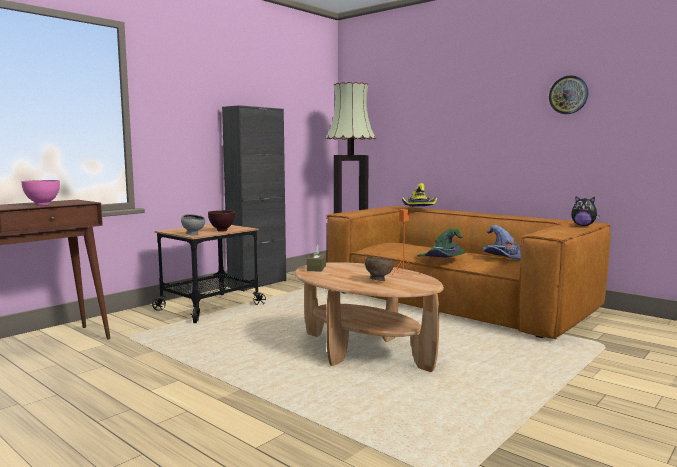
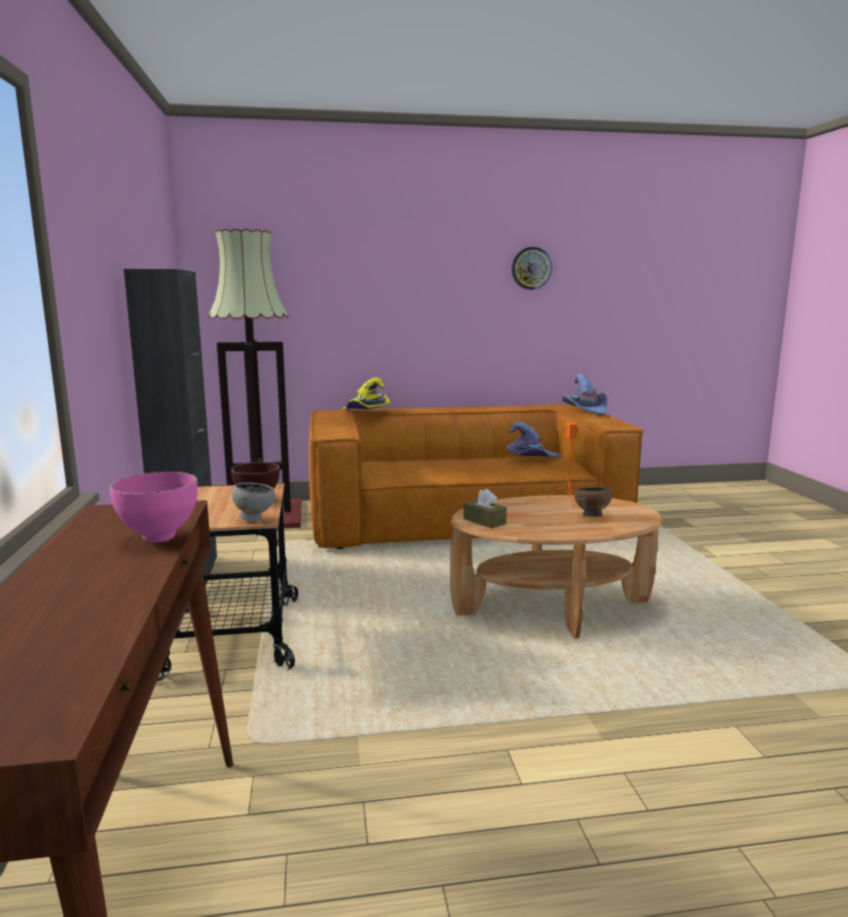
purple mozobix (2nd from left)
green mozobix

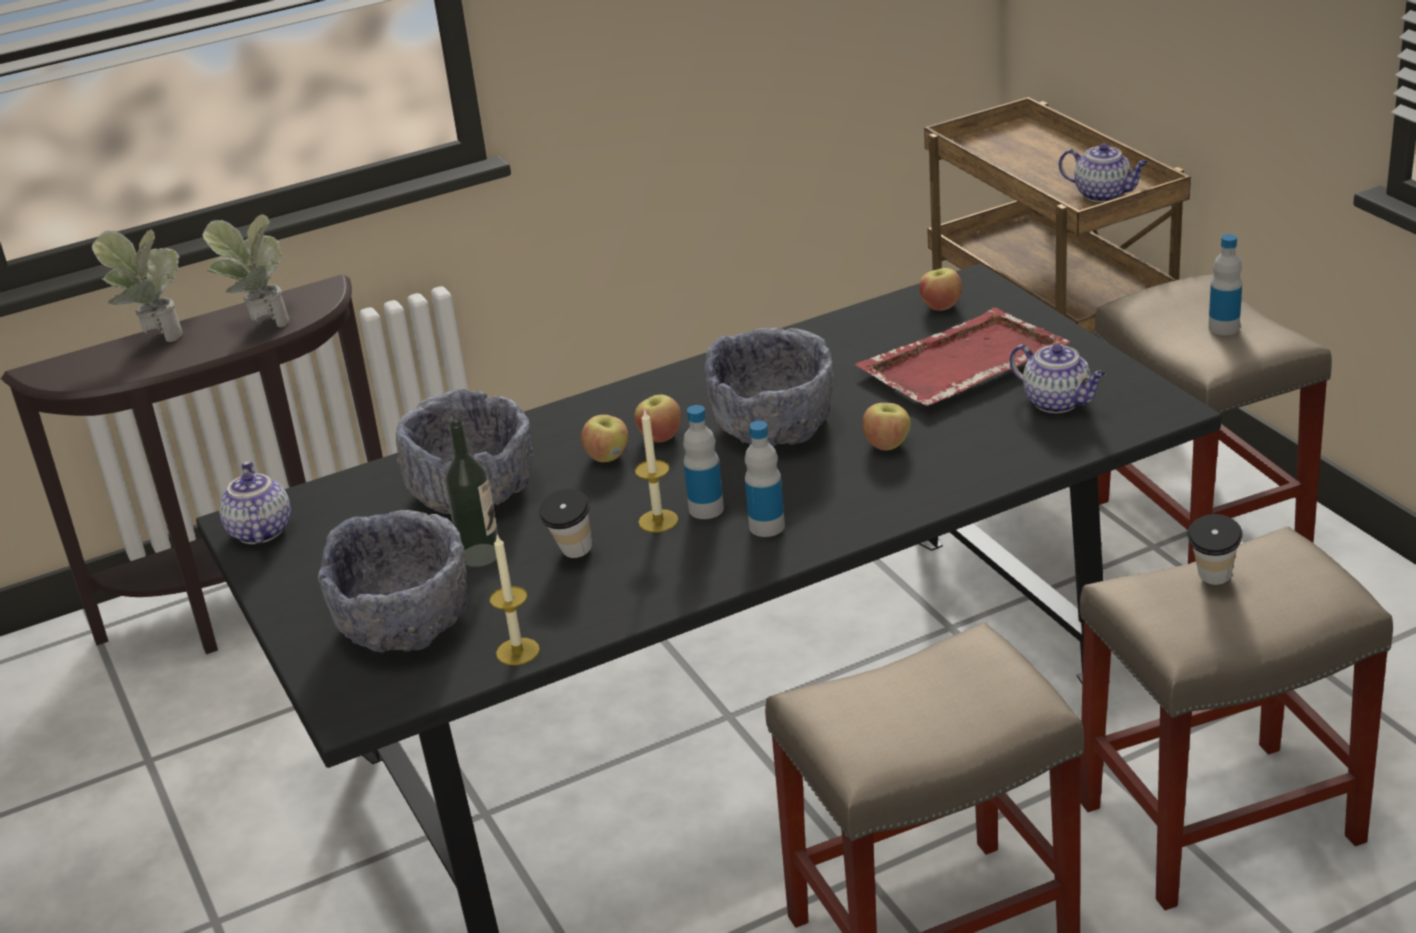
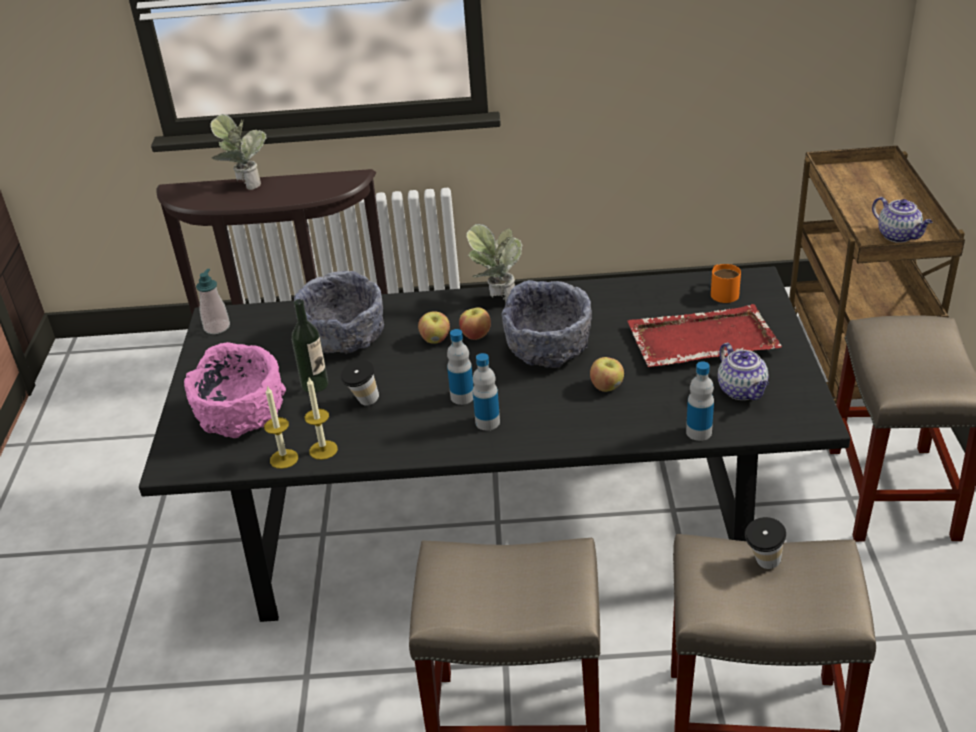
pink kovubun
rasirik
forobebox (2nd from left)
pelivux (2nd from left)
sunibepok (4th from left)
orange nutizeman

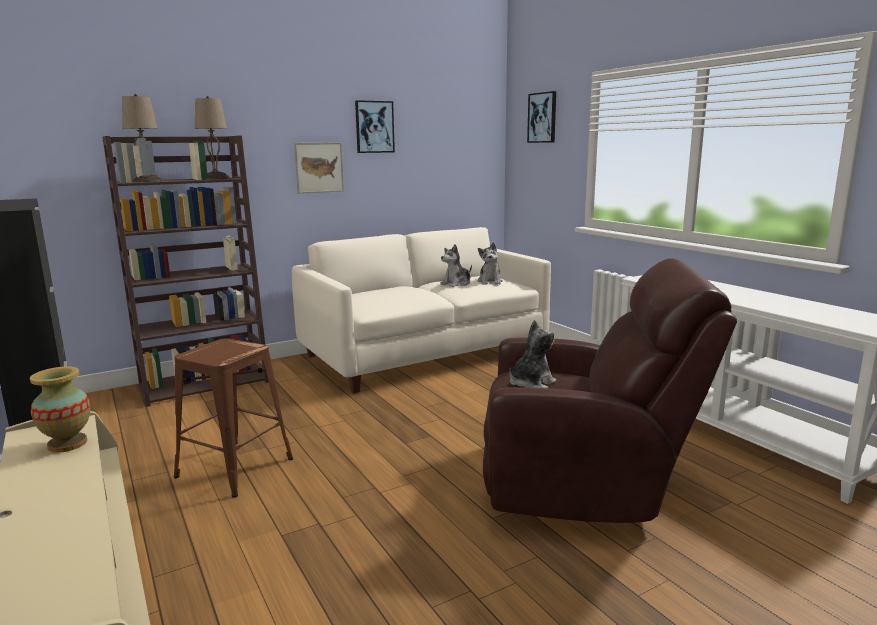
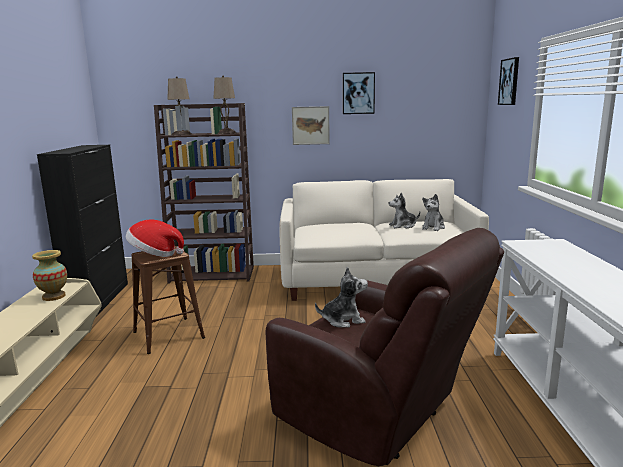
mozobix

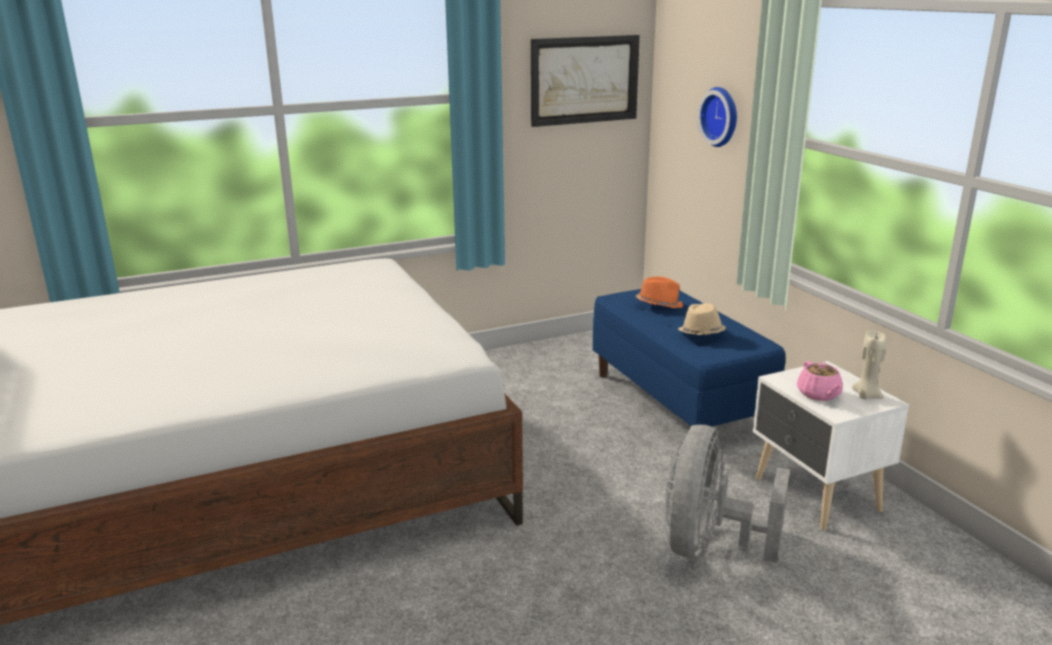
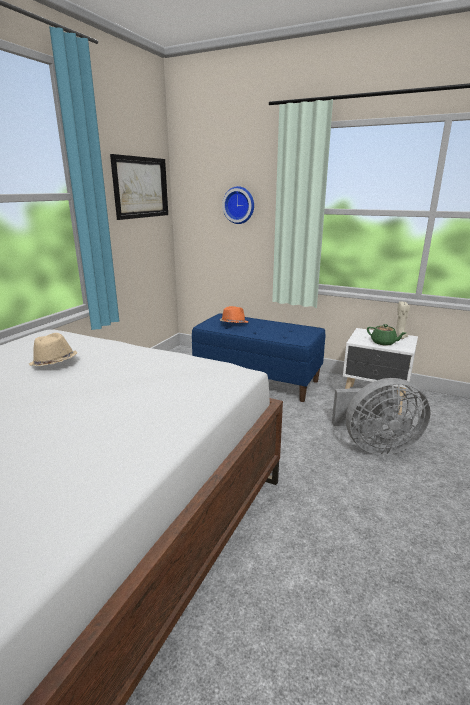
beige mozobix
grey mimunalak
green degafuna

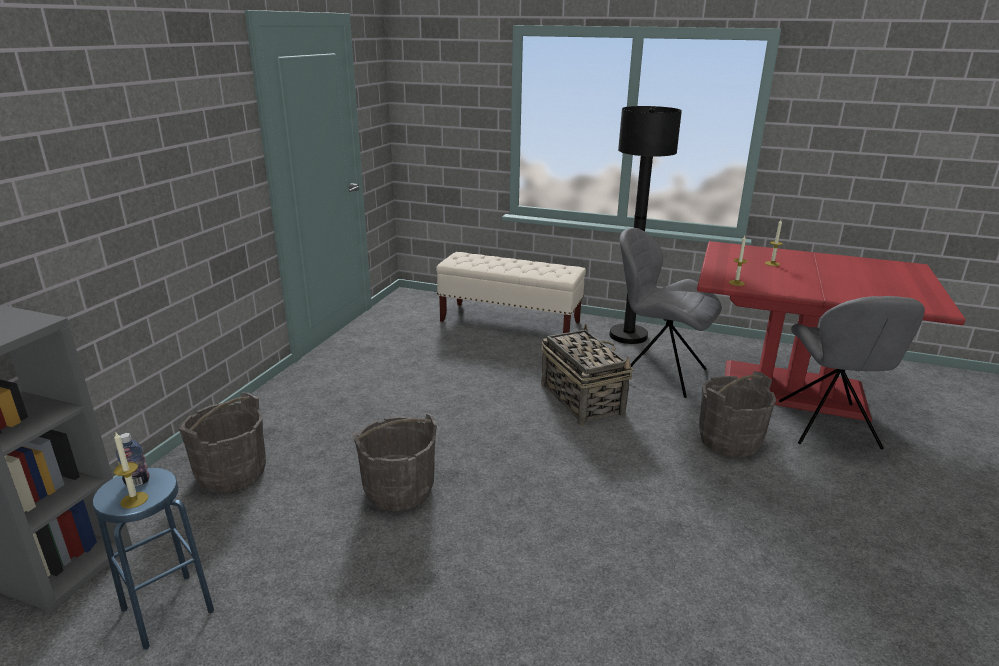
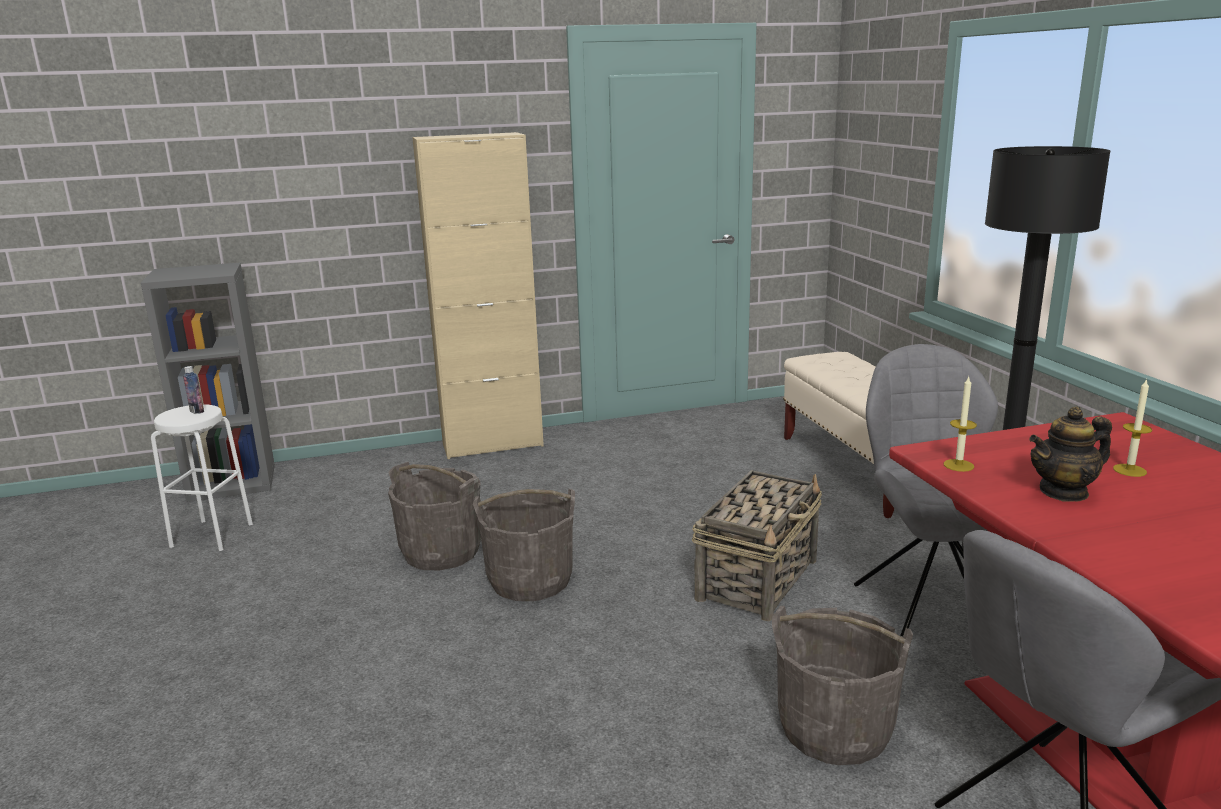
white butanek
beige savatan
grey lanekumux (2nd from left)
degafuna
forobebox (1st from left in the first image)

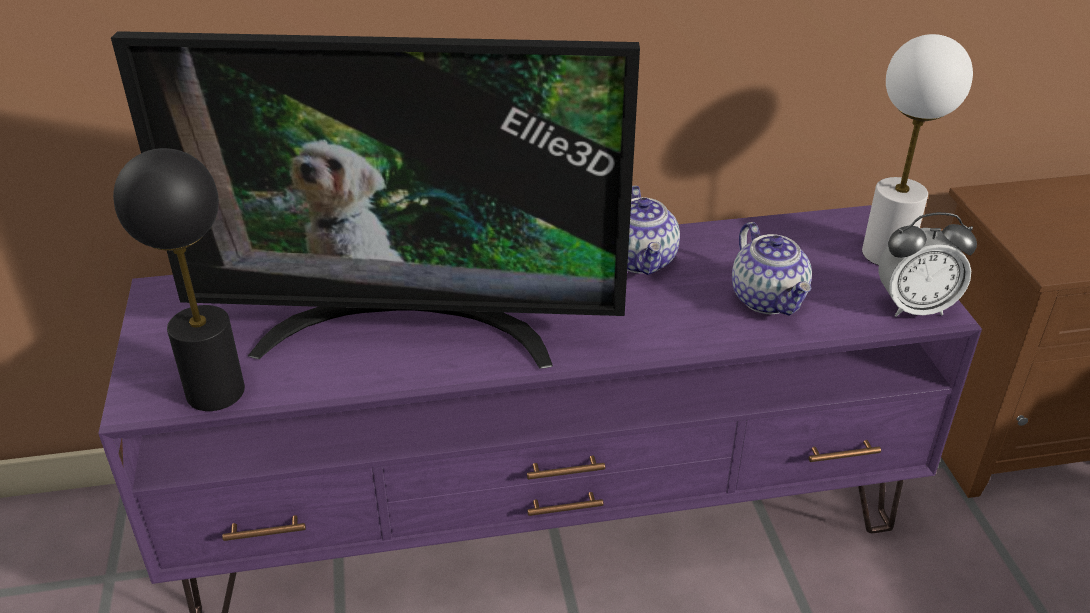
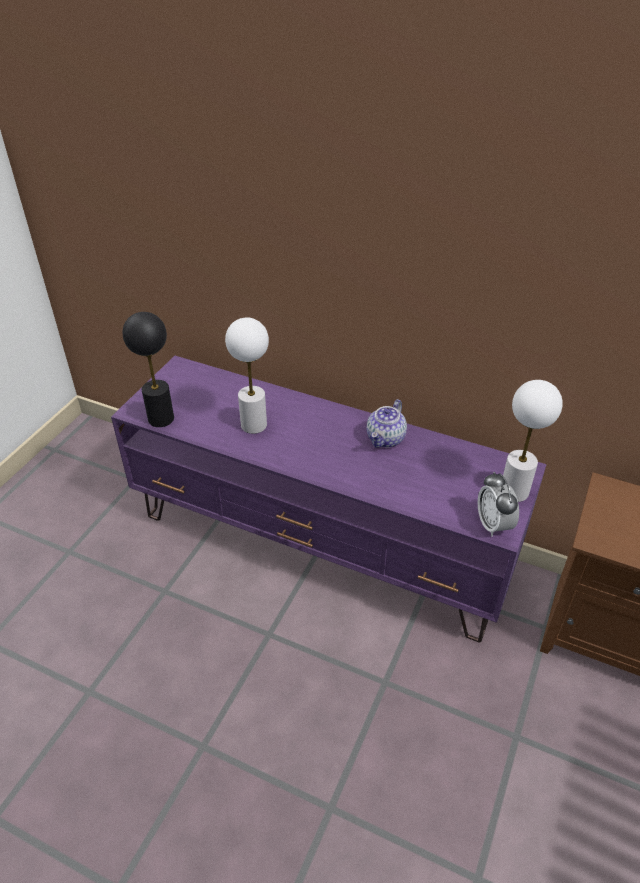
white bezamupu (1st from left)
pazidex
degafuna (2nd from left in the first image)

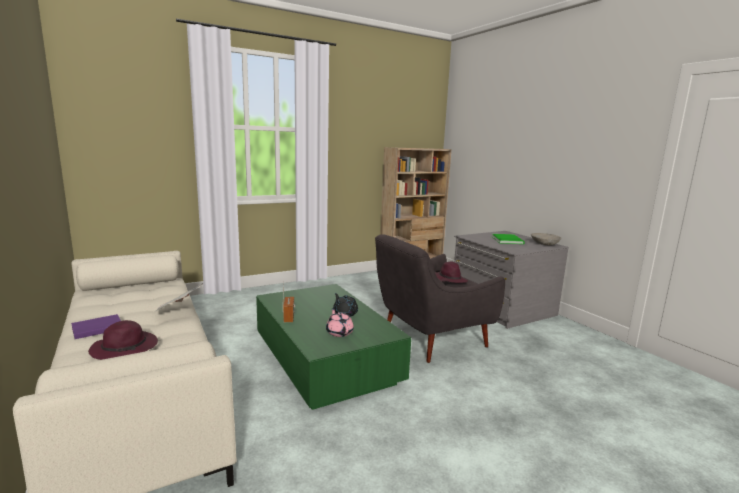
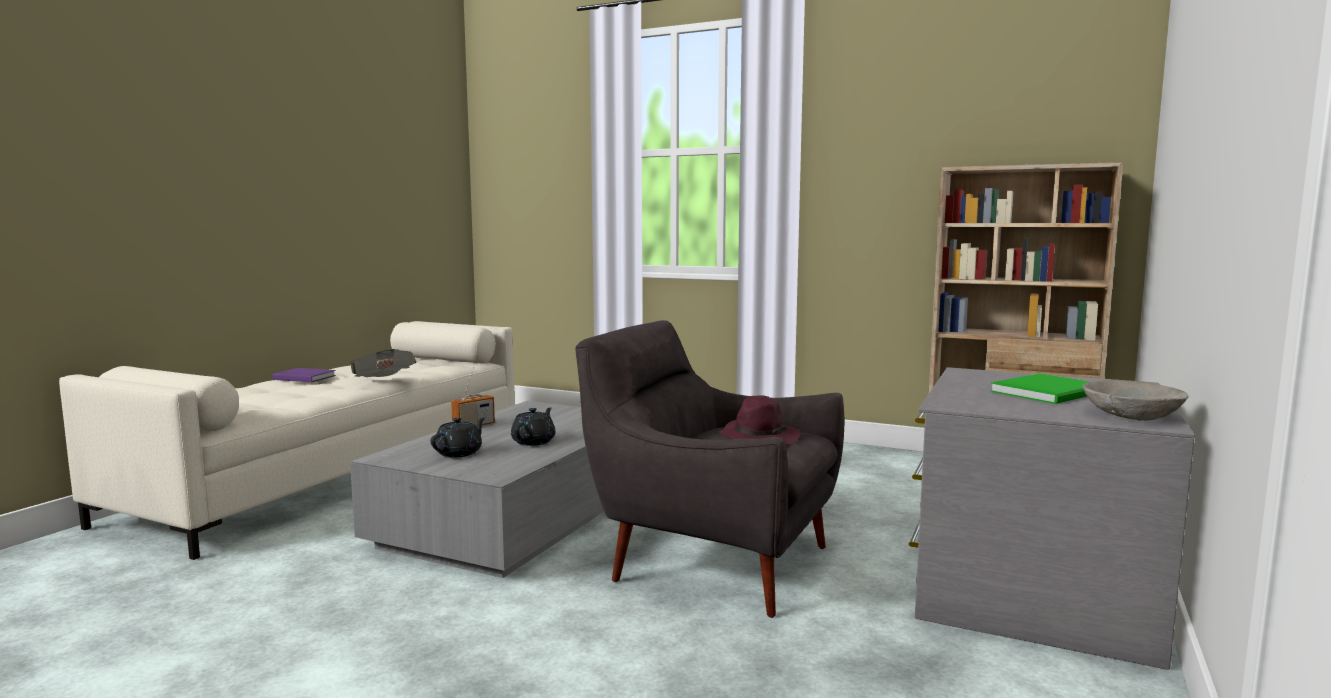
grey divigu
black degafuna (1st from left)
purple mozobix (1st from left in the first image)

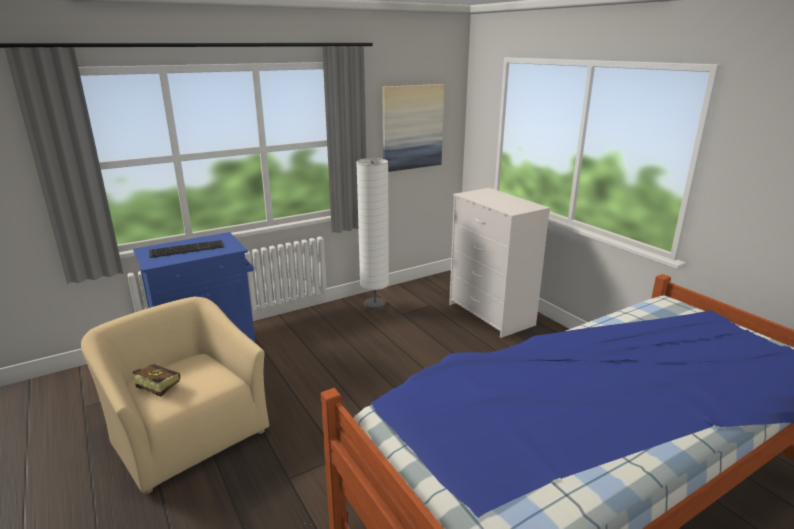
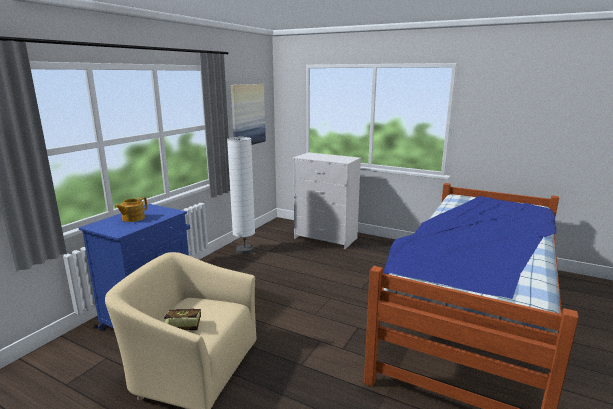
degafuna

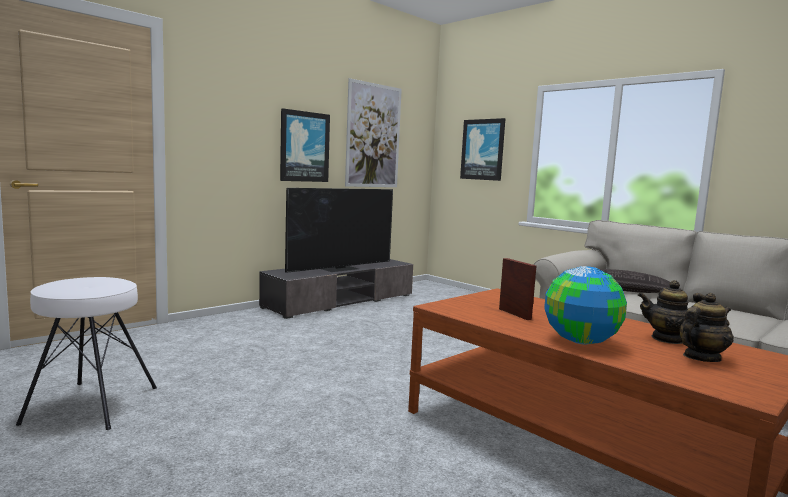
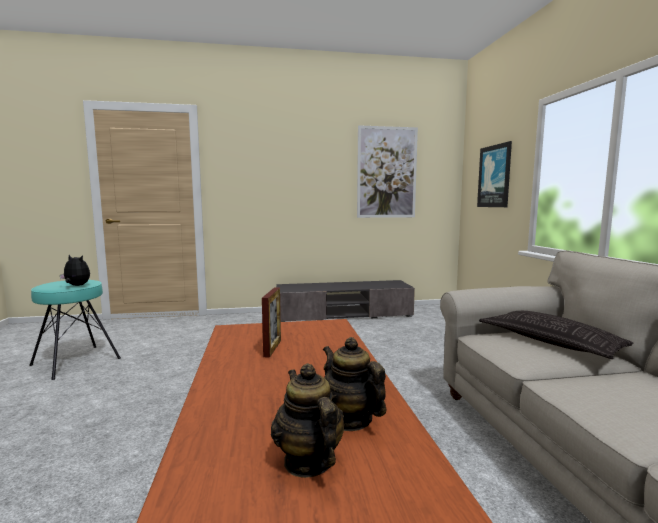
turquoise butanek
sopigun
degafuna (1st from left)
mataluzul (1st from left in the first image)
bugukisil
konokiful

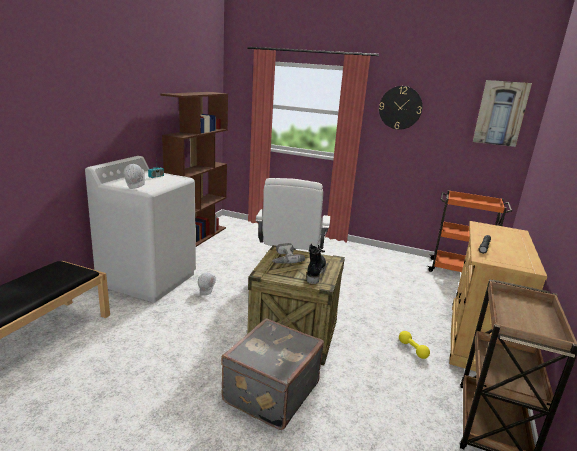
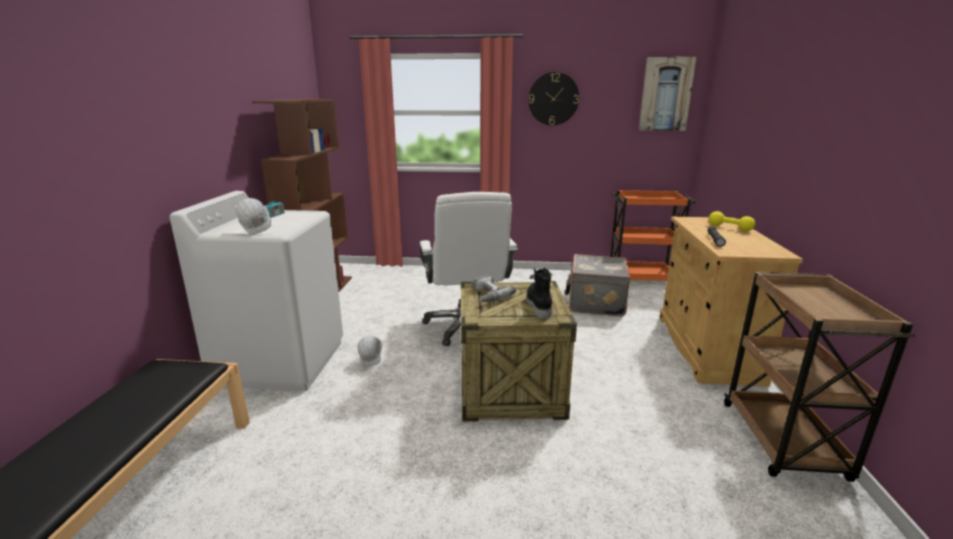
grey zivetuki
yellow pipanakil

